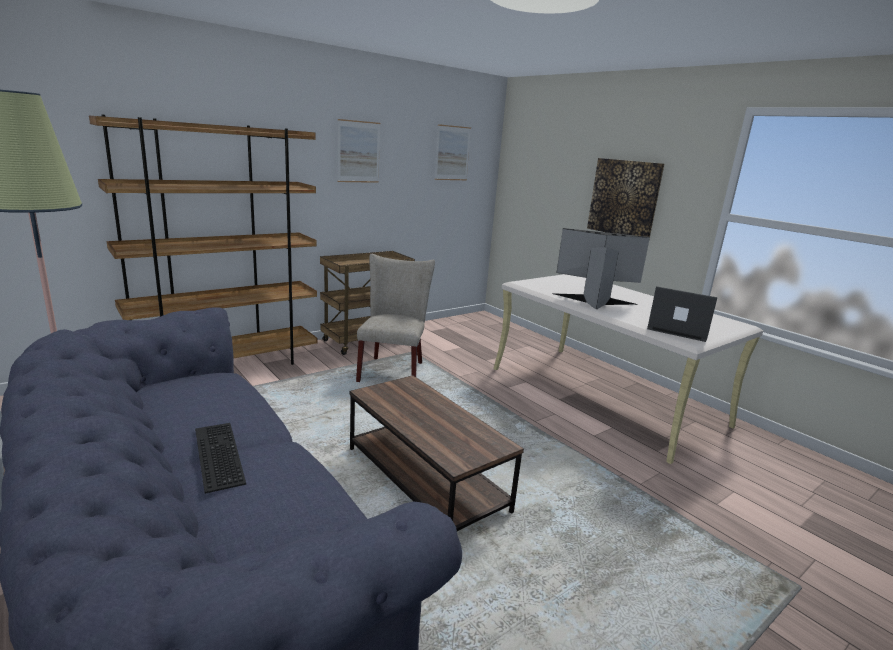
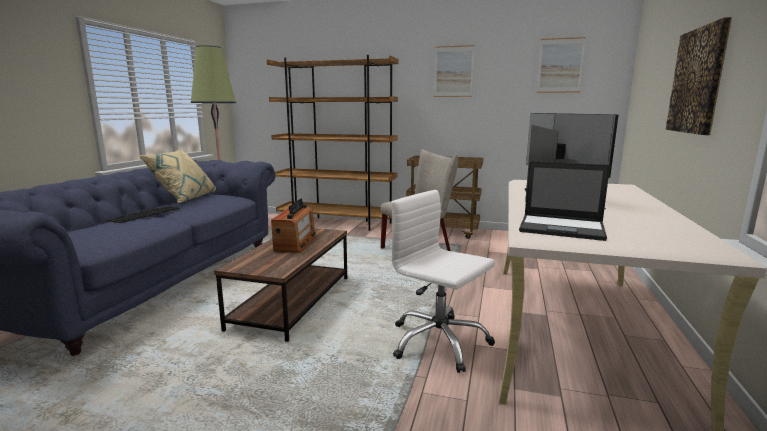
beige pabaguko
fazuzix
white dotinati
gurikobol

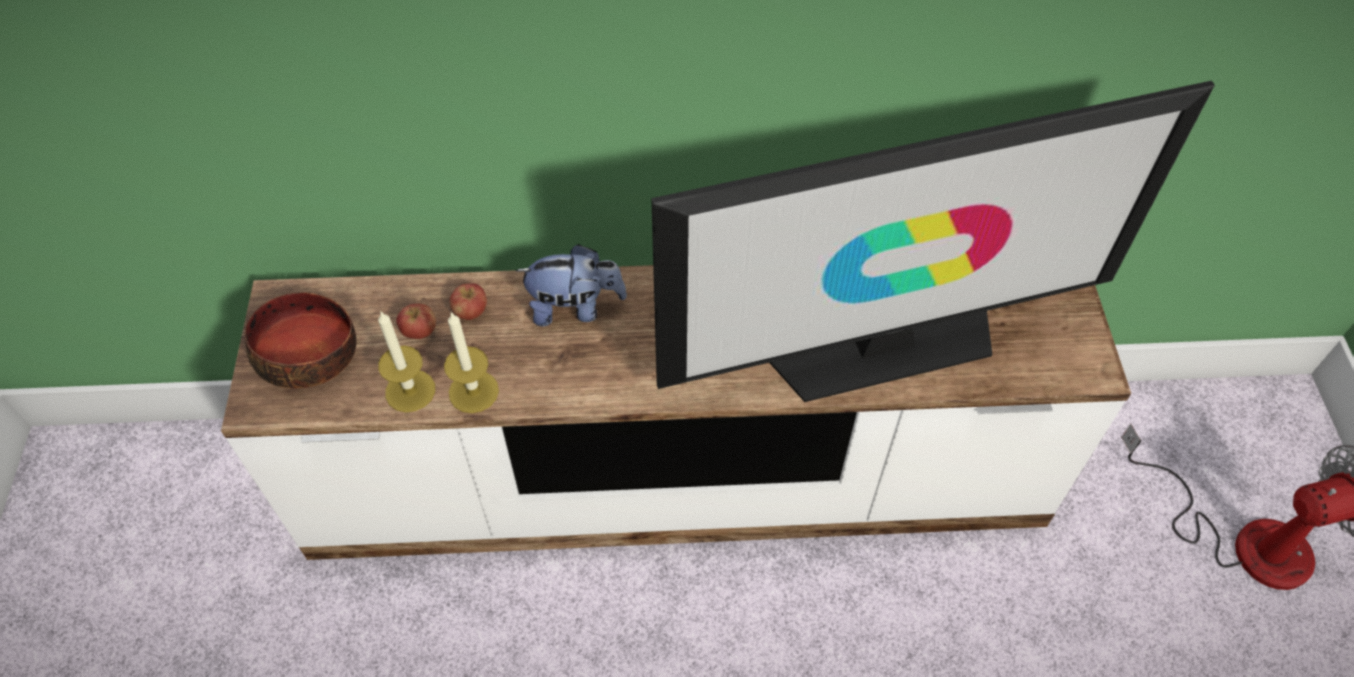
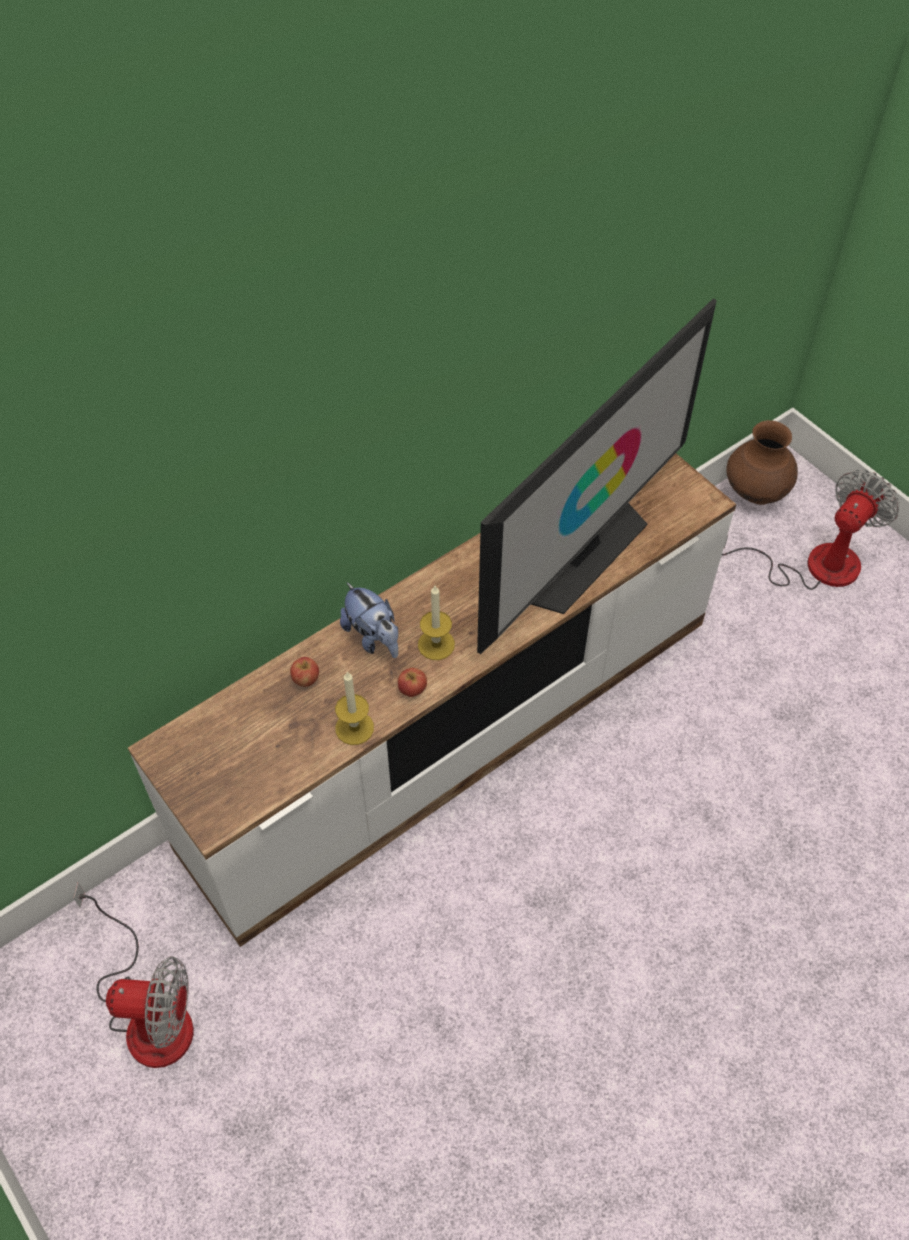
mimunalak (1st from left)
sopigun
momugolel (2nd from left)
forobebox (2nd from left)
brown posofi
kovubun

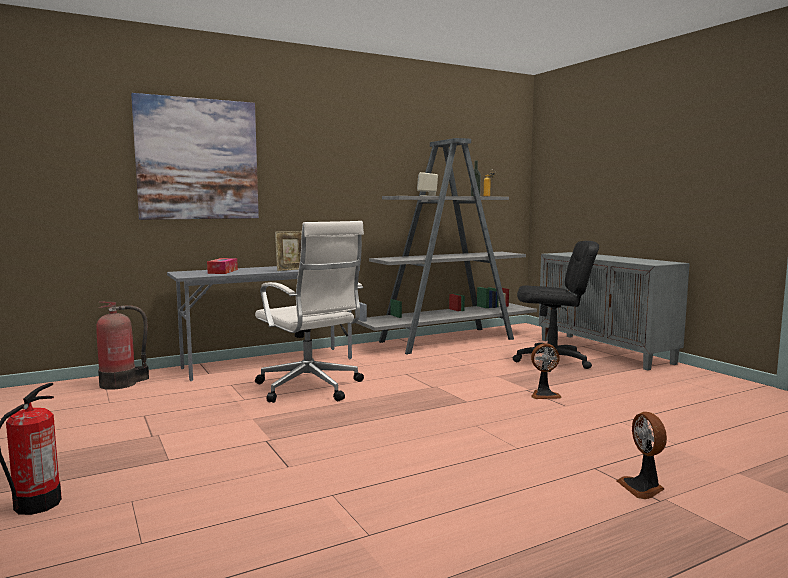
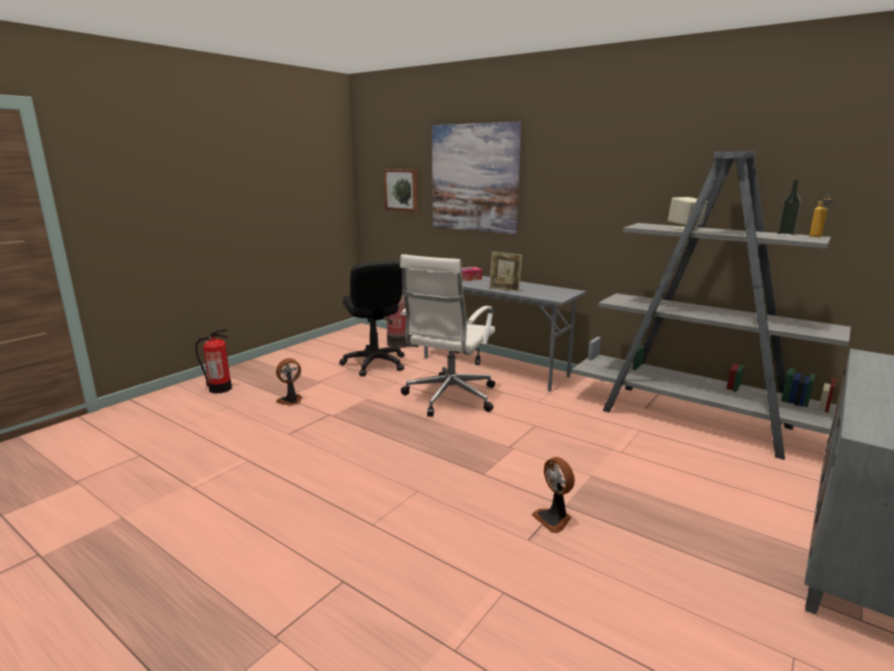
mimunalak (1st from left)
black dotinati
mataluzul (1st from left)

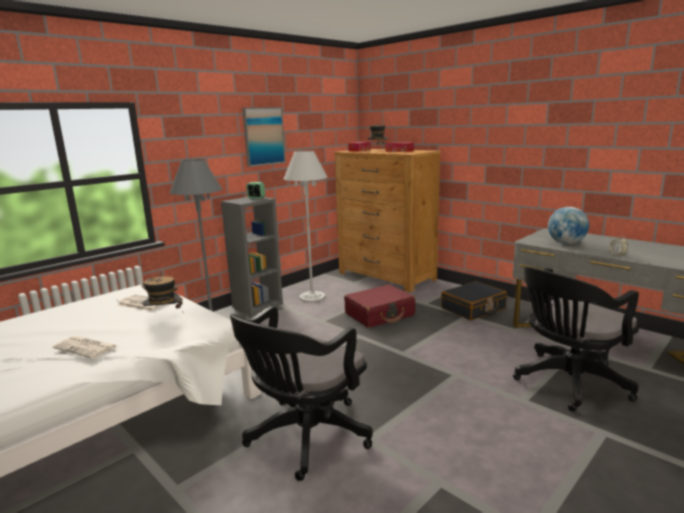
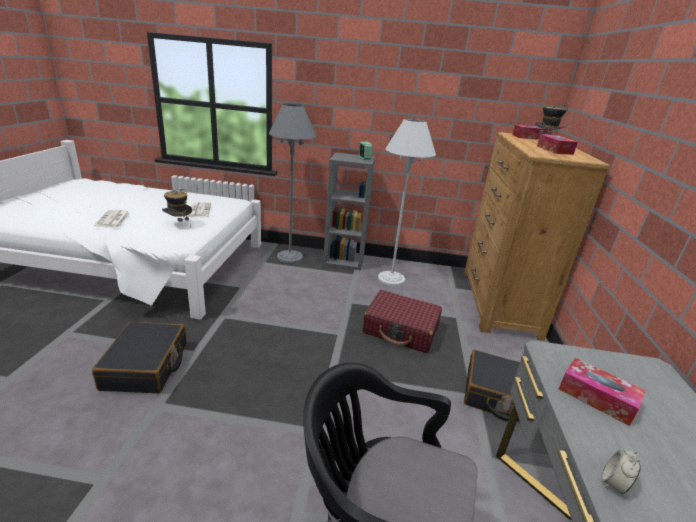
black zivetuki (1st from left)
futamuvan (3rd from left)
mataluzul

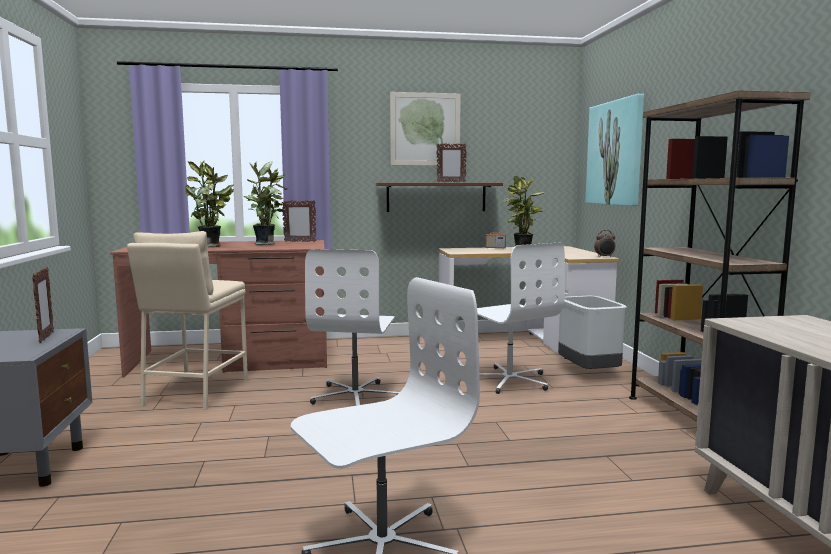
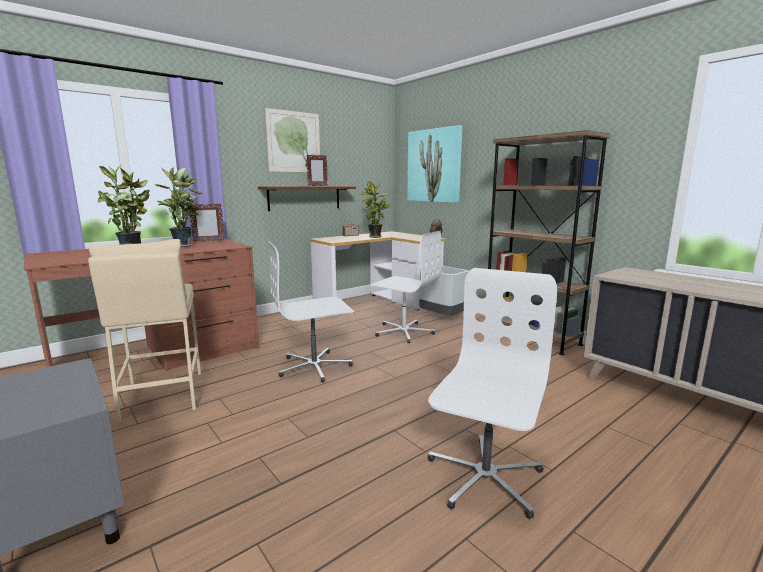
white dotinati (1st from left)
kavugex (1st from left in the first image)

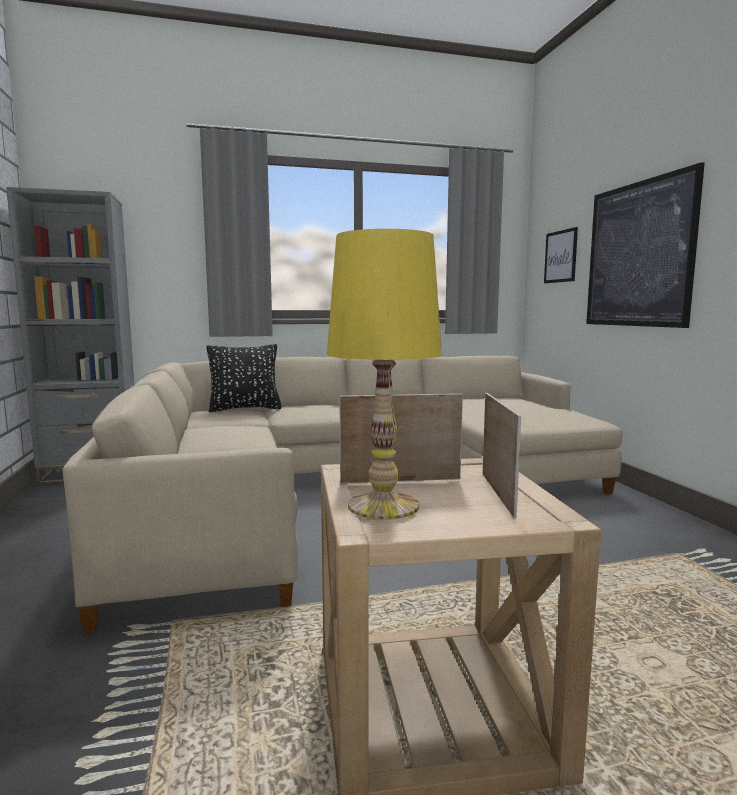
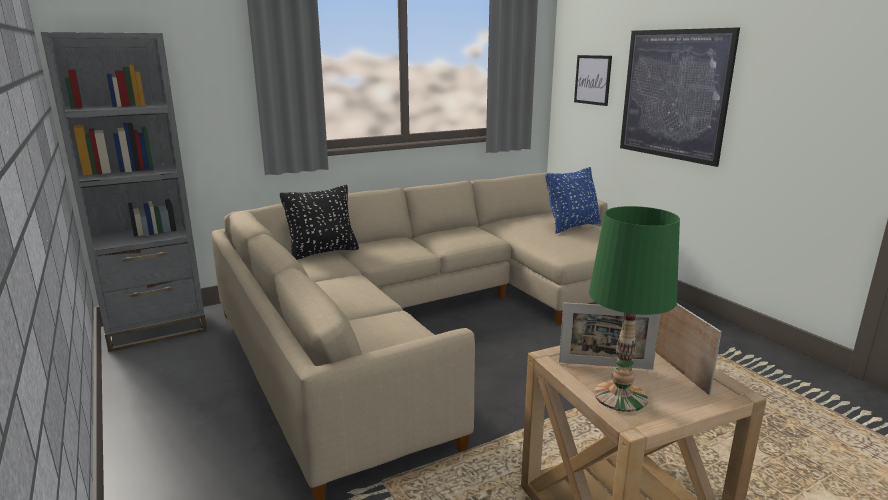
blue pabaguko
kavugex (1st from left)
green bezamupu

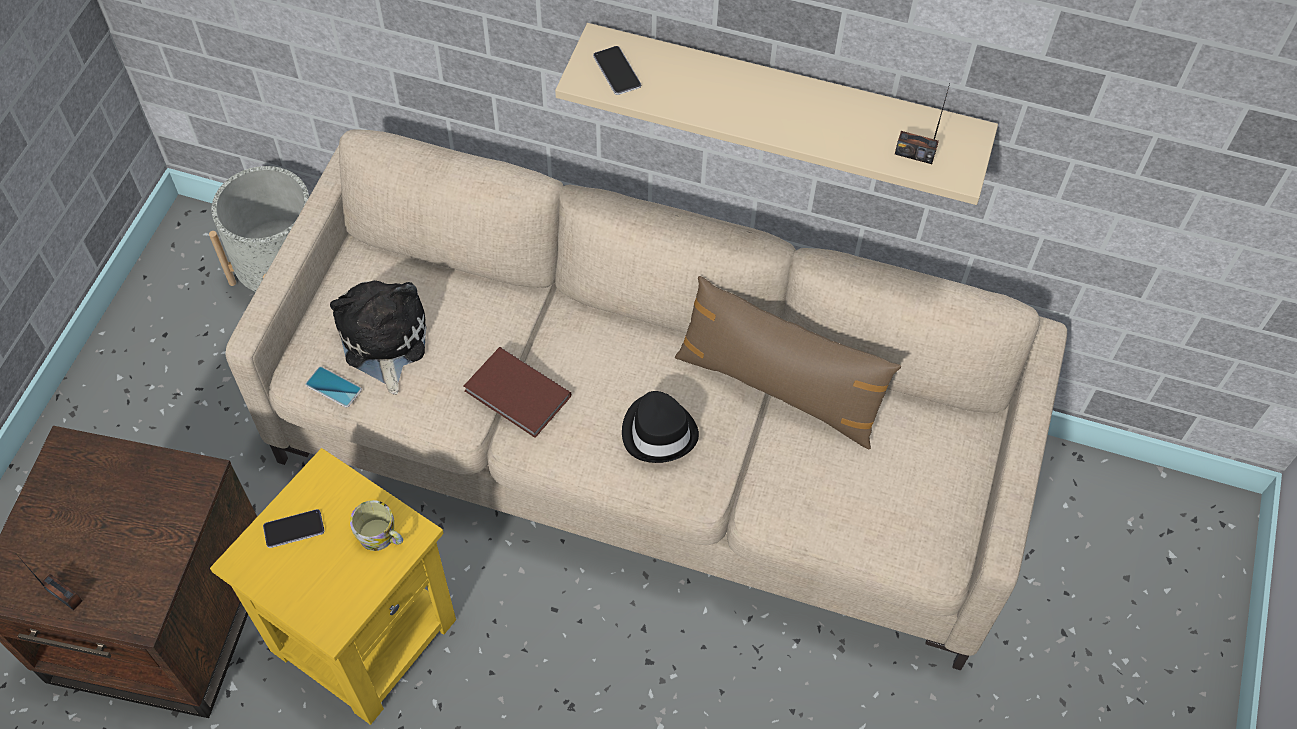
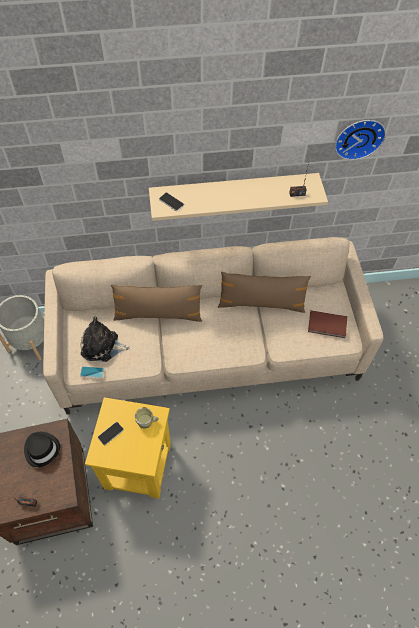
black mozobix
sopigun
brown pabaguko (1st from left)
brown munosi
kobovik

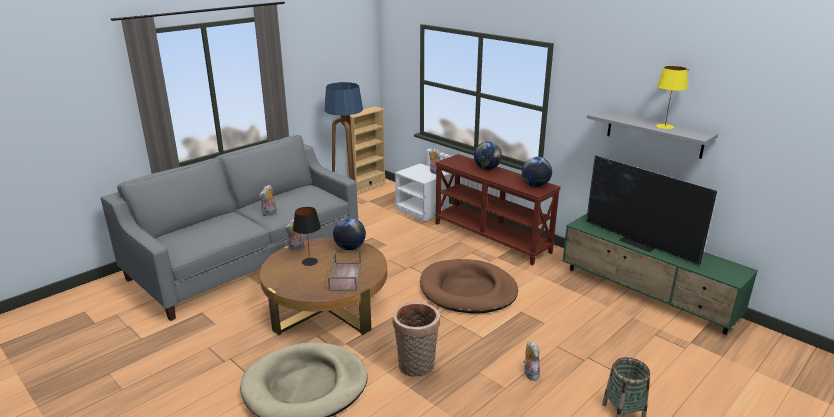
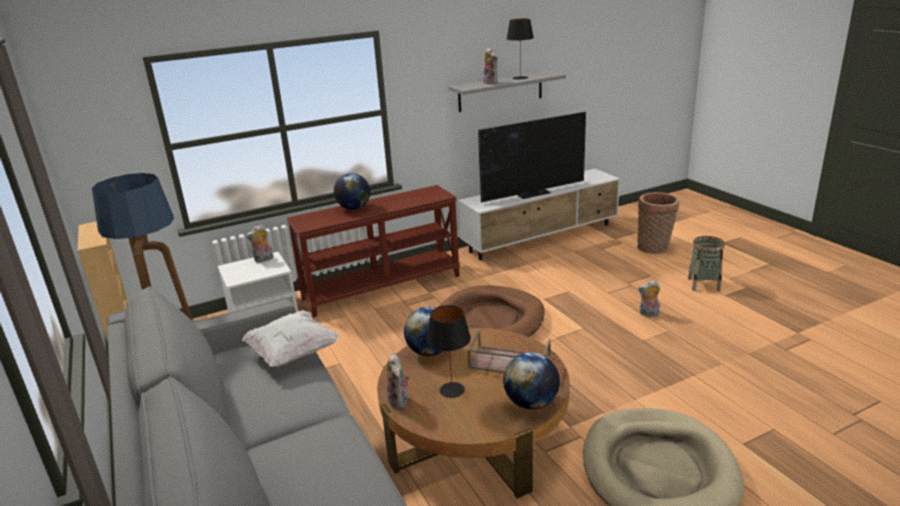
white pabaguko
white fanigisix
sopigun (3rd from left)
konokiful (3rd from left)
black bezamupu (2nd from left)
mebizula (1st from left)

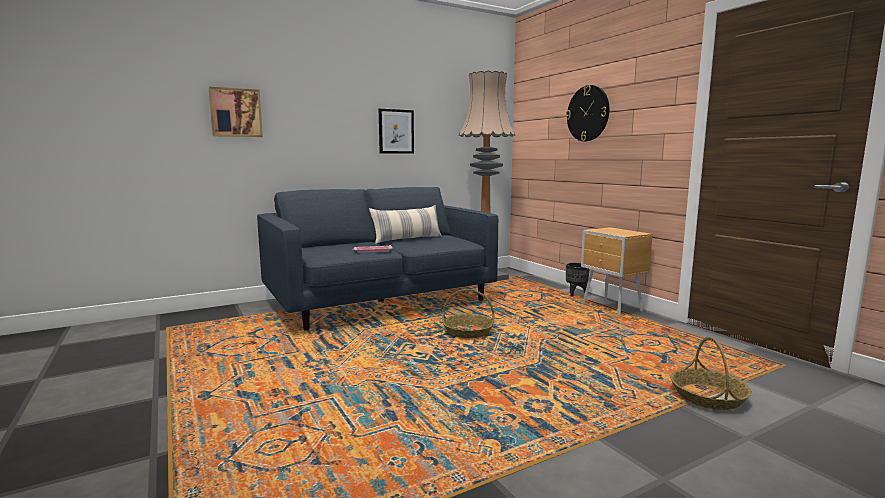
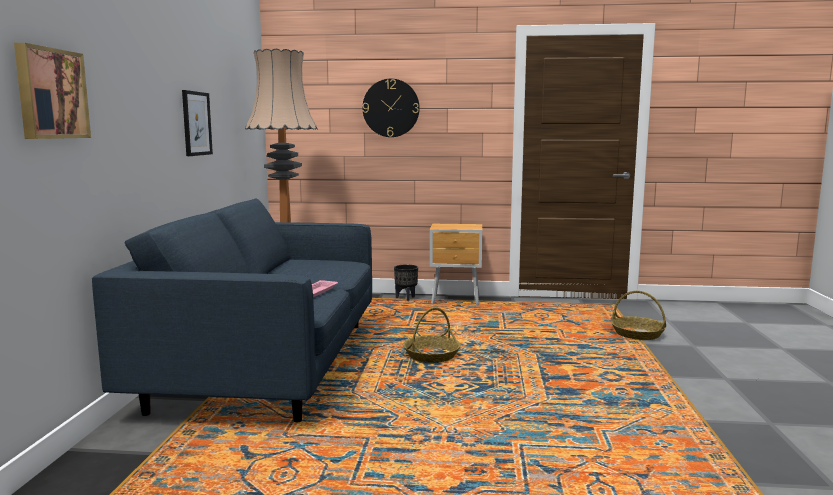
pabaguko

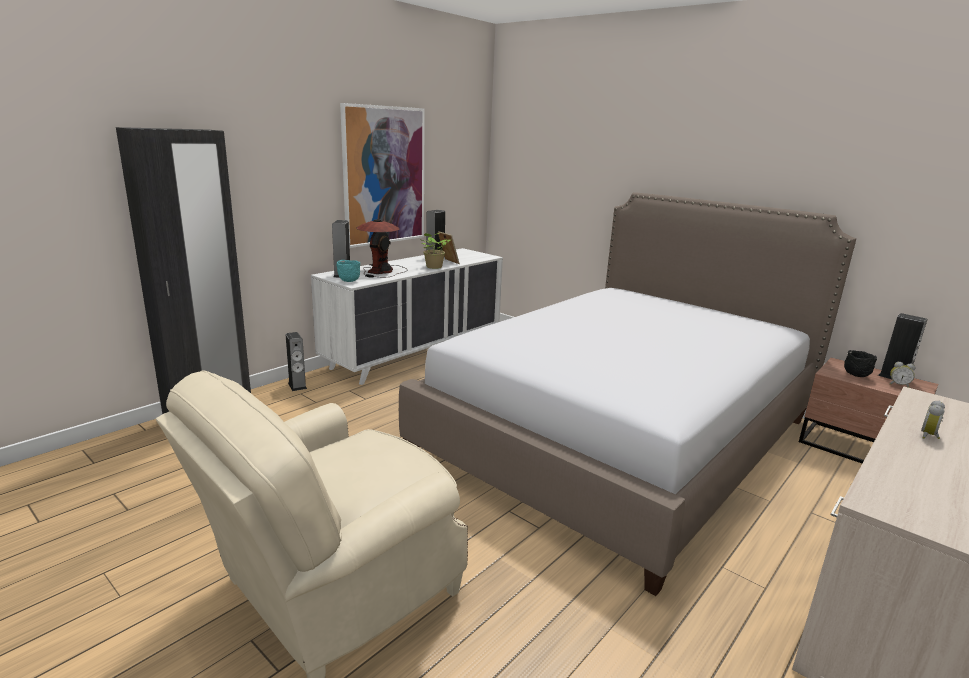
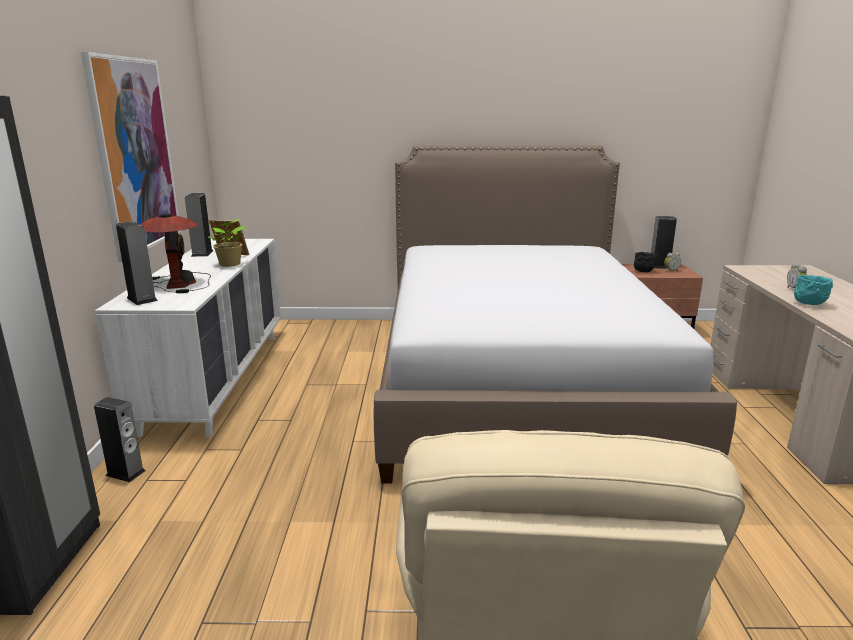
turquoise kovubun

